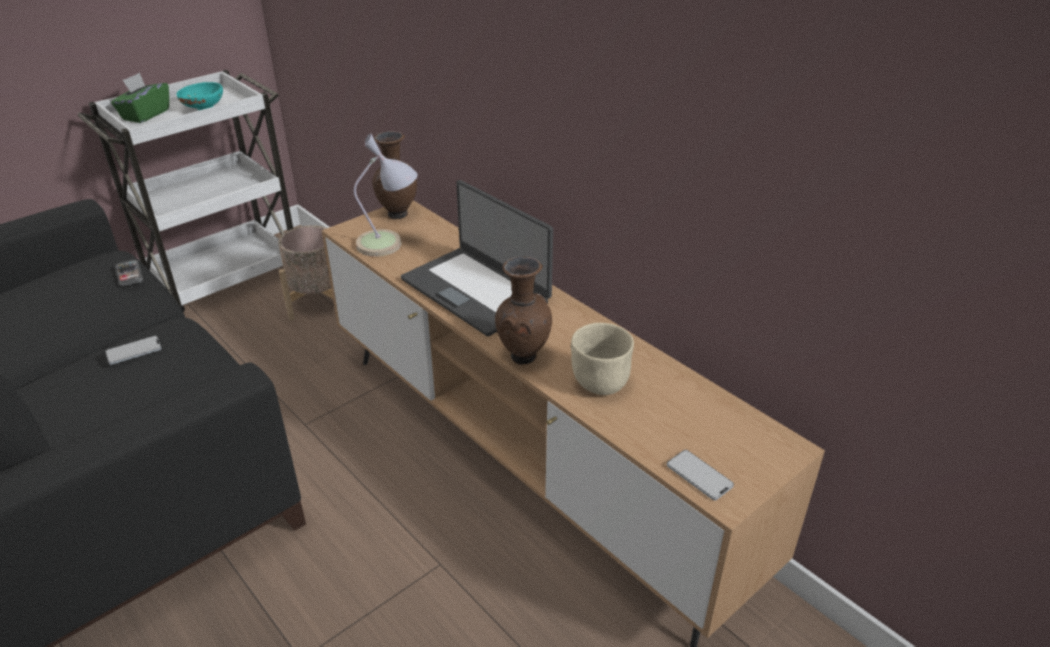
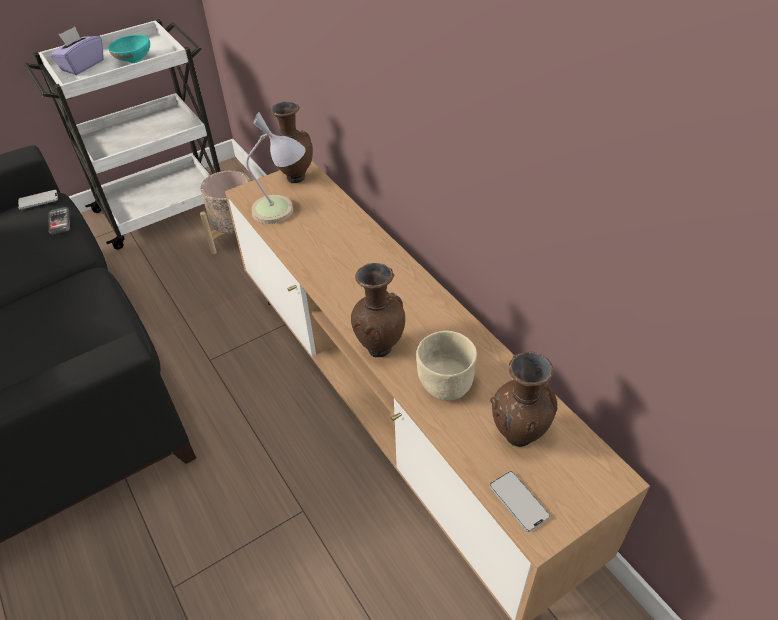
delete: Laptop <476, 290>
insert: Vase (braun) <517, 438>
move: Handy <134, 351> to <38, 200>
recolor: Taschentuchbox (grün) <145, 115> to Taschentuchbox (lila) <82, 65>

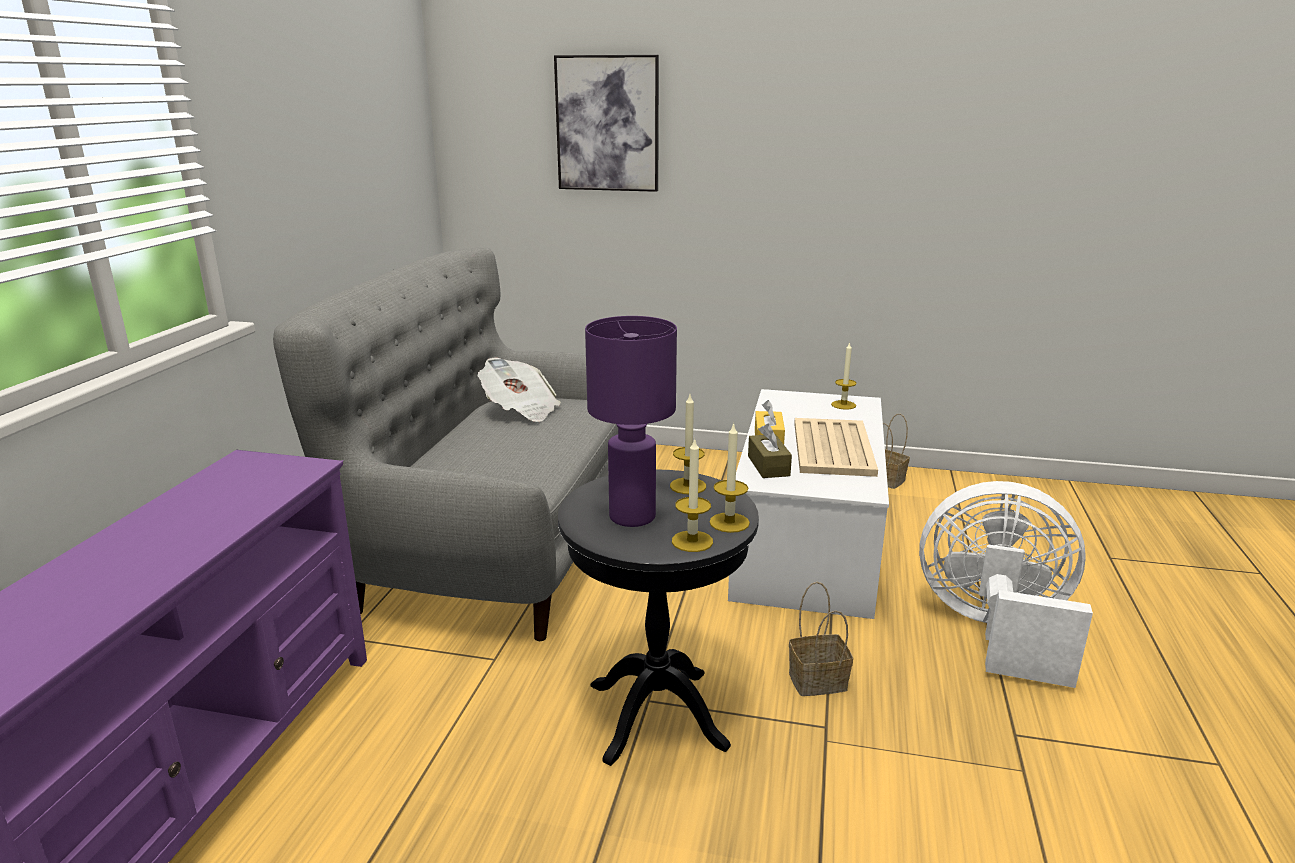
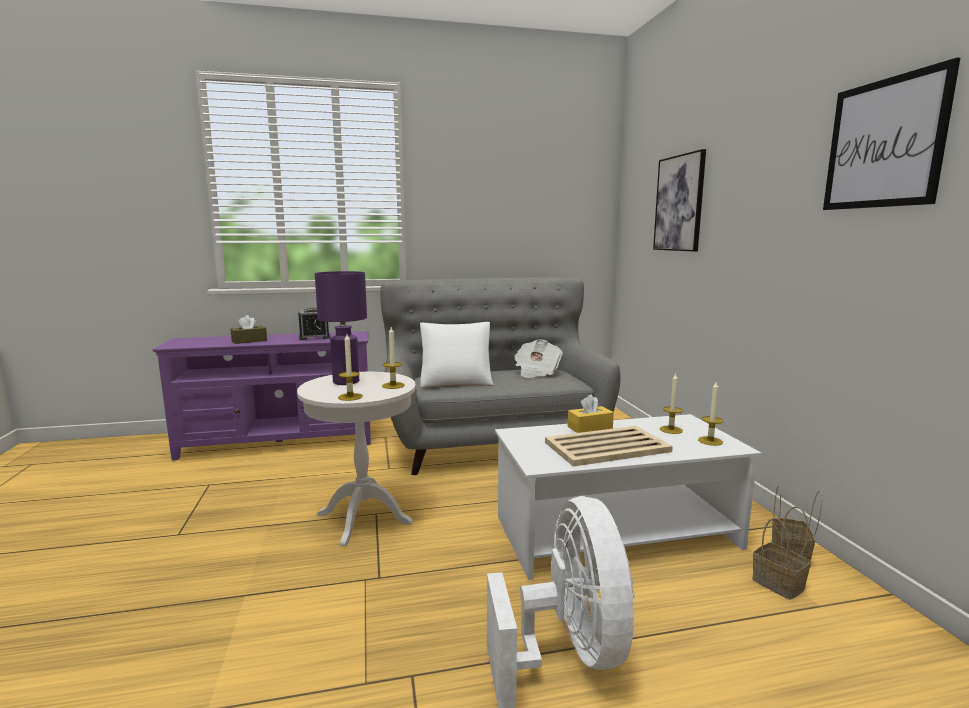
insert: Wecker <314, 337>; Kissen (weiß) <456, 381>; Bild <884, 144>
move: Kerze <692, 541> to <671, 430>; Taschentuchbox (braun) <768, 466> to <249, 341>; Korb <819, 680> to <780, 584>
recolor: Beistelltisch (schwarz) <657, 715> to Beistelltisch (weiß) <364, 518>

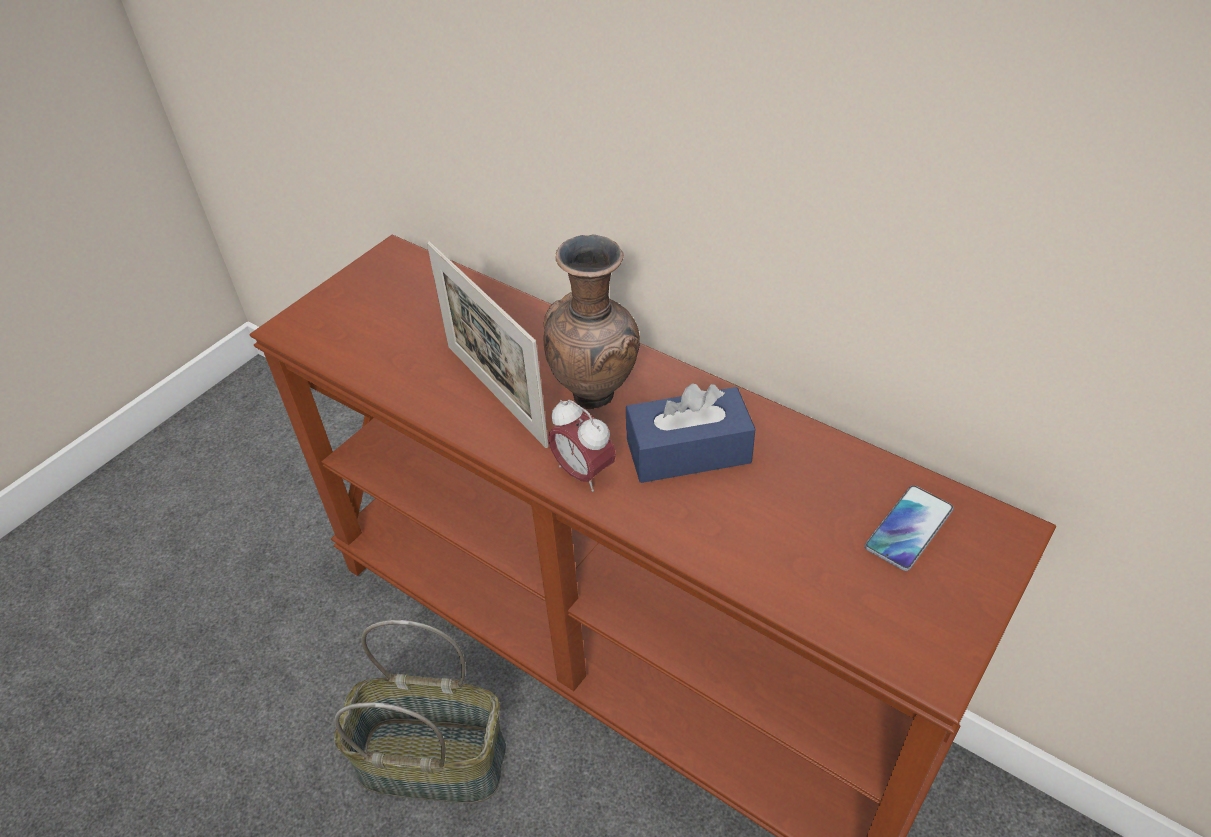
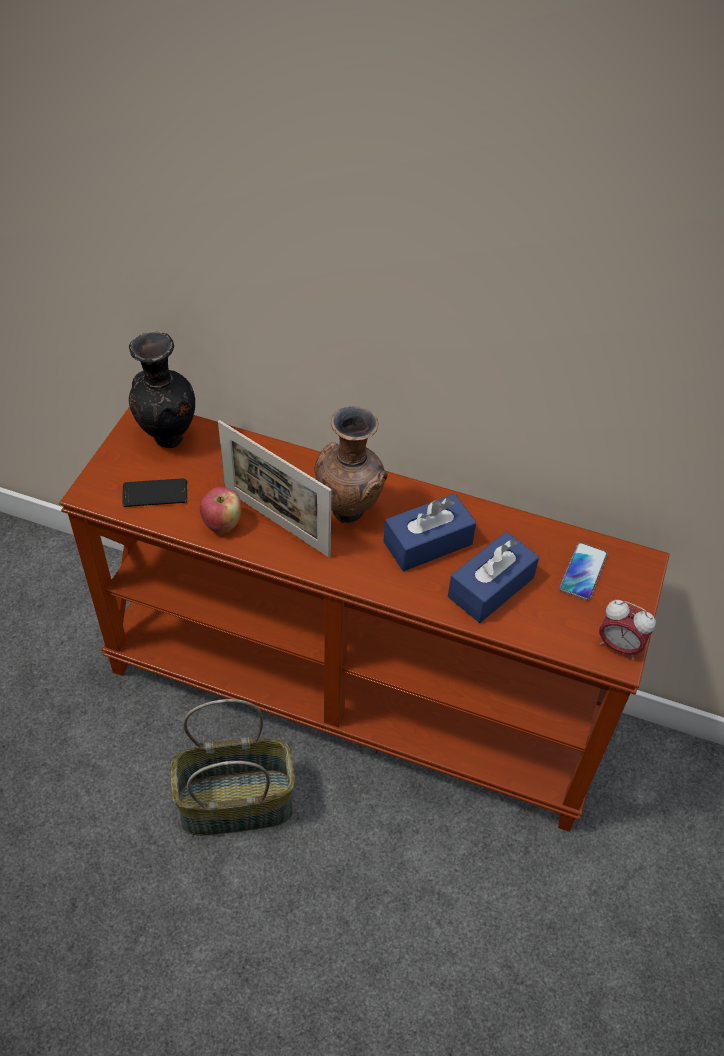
insert: Handy <155, 493>; Vase (schwarz) <166, 438>; Apfel <222, 524>; Taschentuchbox (blau) <490, 587>
move: Wecker <583, 473> to <618, 646>

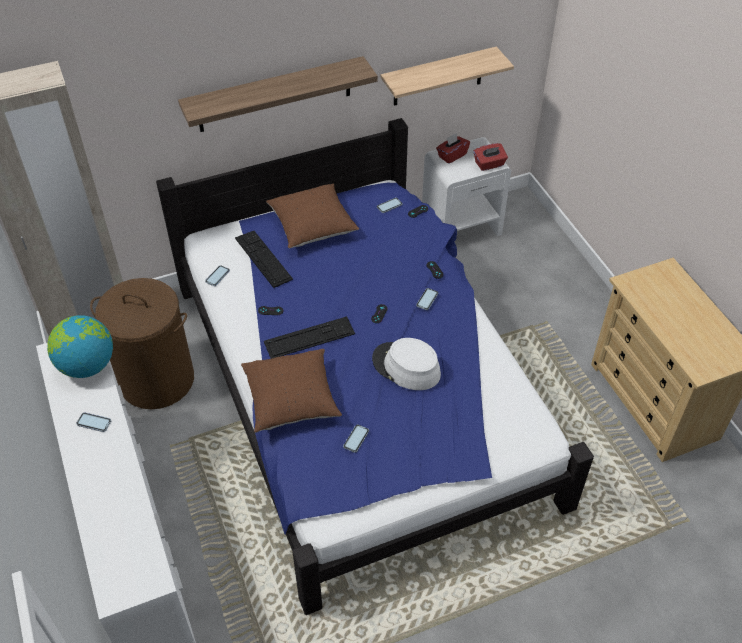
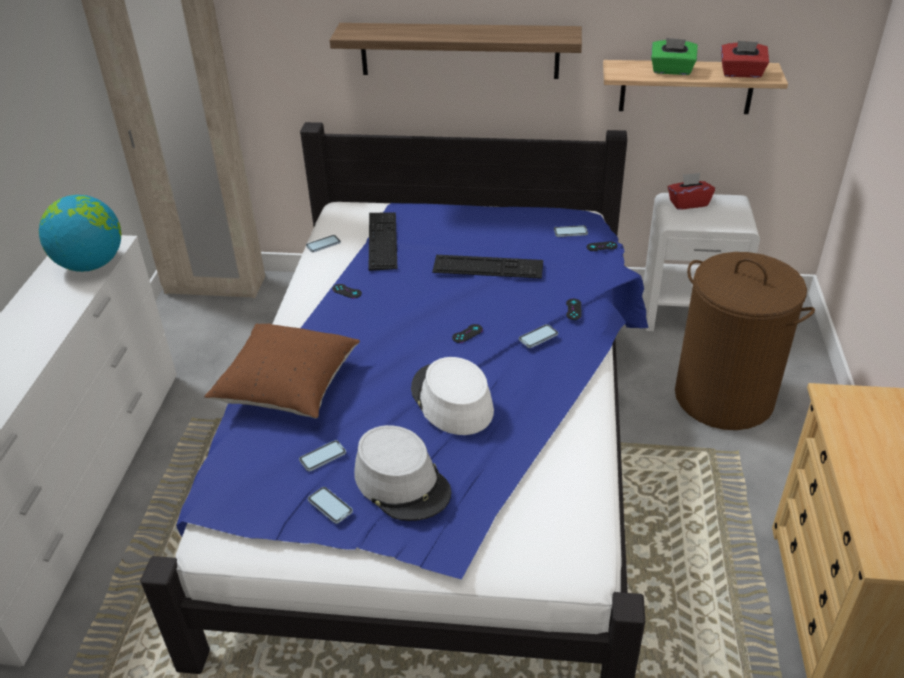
delete: Kissen (braun) <312, 227>
insert: Hut (grau) <402, 483>; Taschentuchbox (grün) <671, 70>
move: Handy <94, 423> to <330, 506>; Wäschekorb (braun) <157, 380> to <724, 397>; Tastatur <309, 338> to <488, 267>; Taschentuchbox (rot) <489, 164> to <741, 73>

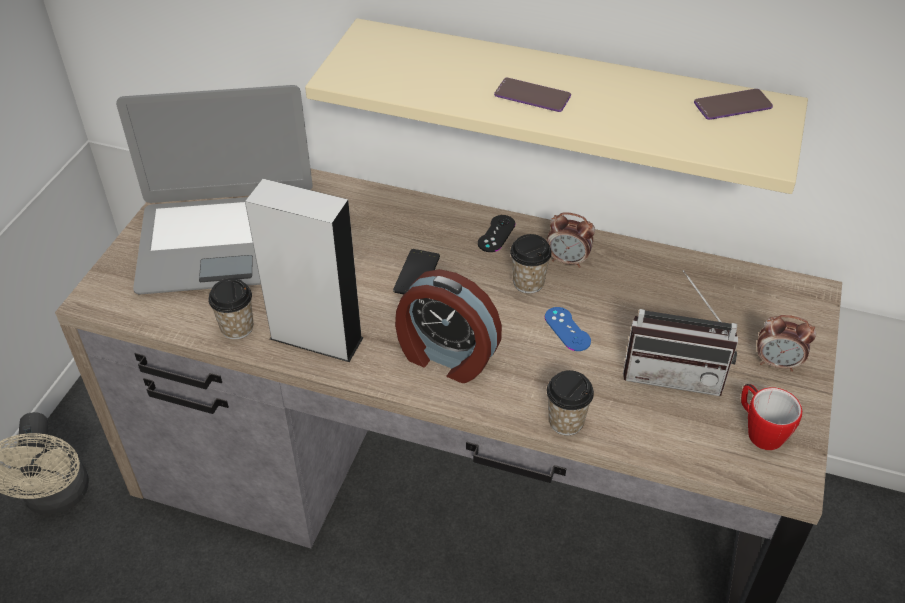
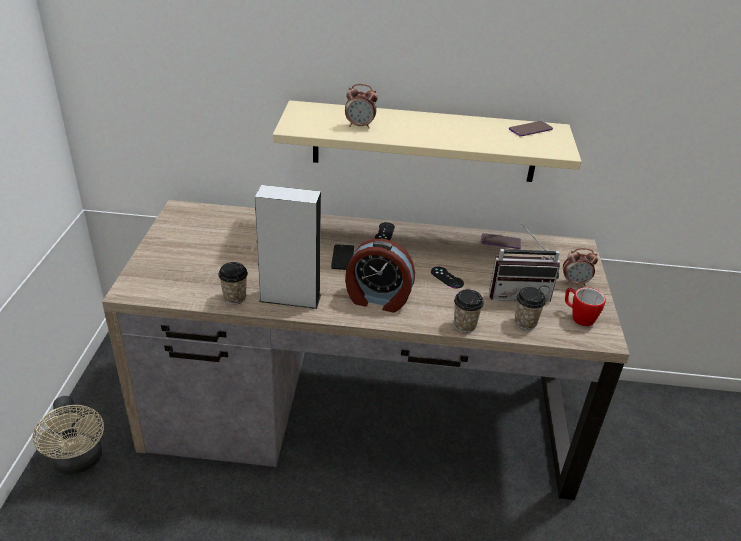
delete: Laptop <229, 242>
move: Handy <532, 96> to <500, 242>; Tasse <528, 282> to <525, 322>; Wecker <568, 260> to <360, 126>
recolor: Gamepad (blau) <567, 329> to Gamepad (schwarz) <447, 277>

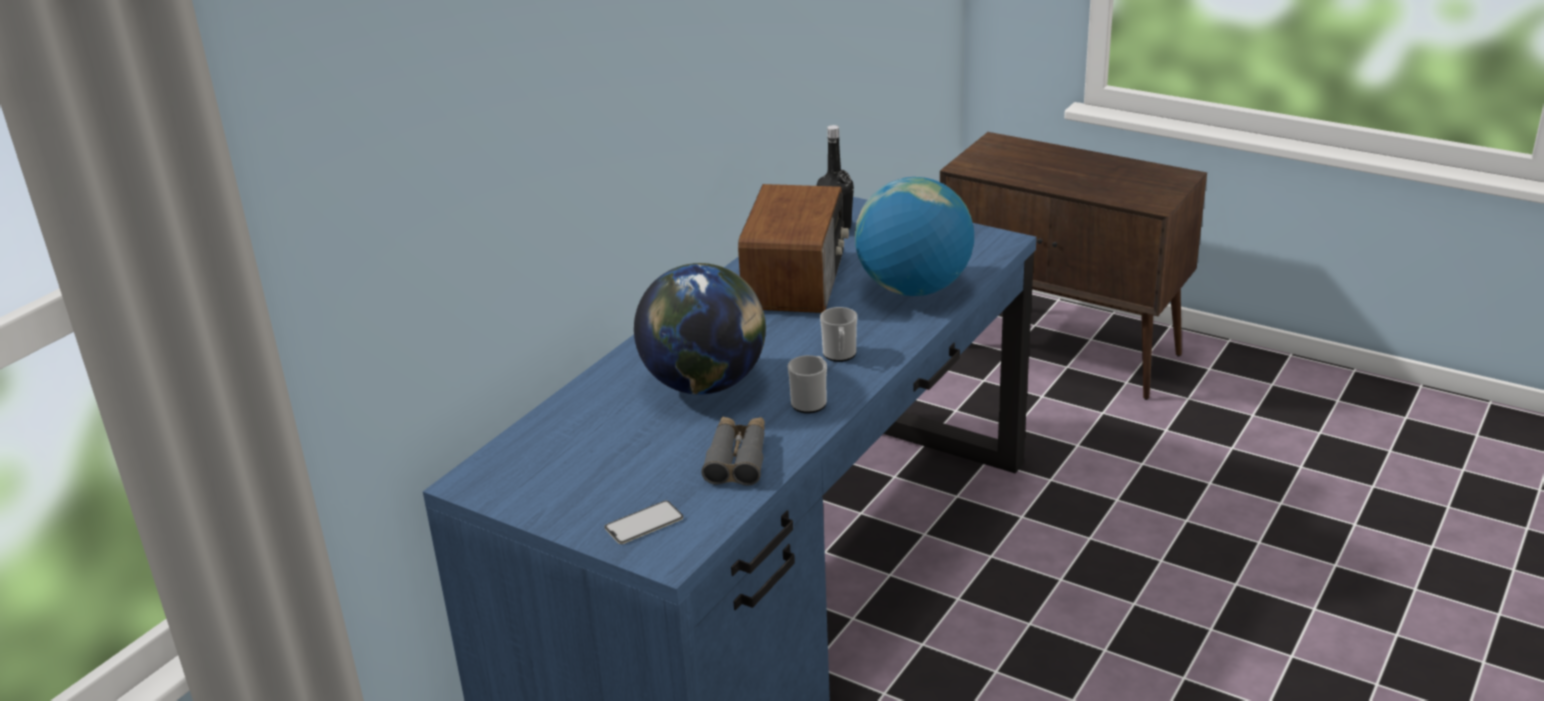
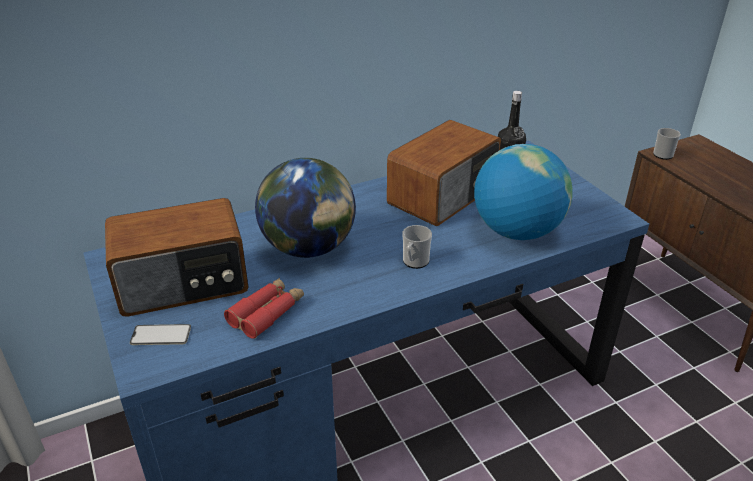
insert: Radio <183, 283>
move: Henkelbecher <810, 401> to <664, 154>
recolor: Fernglas (grau) <737, 458> to Fernglas (rot) <267, 313>

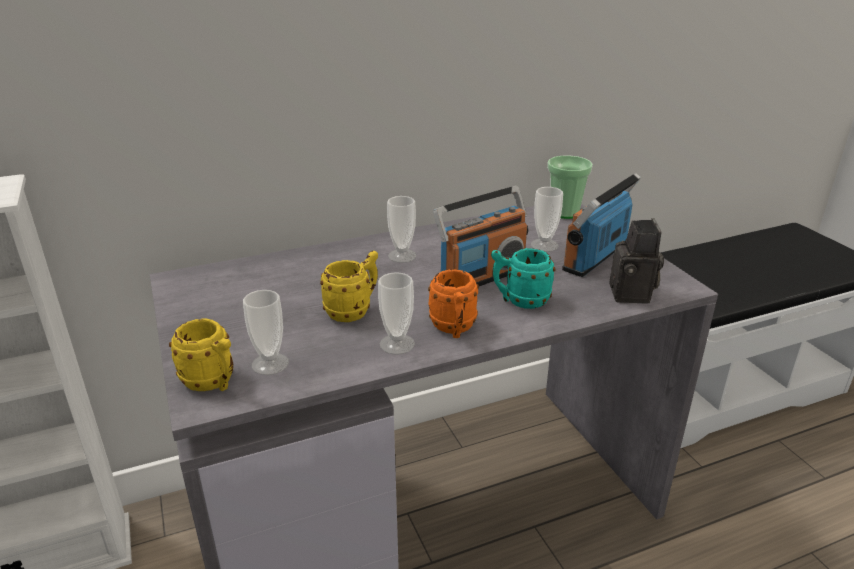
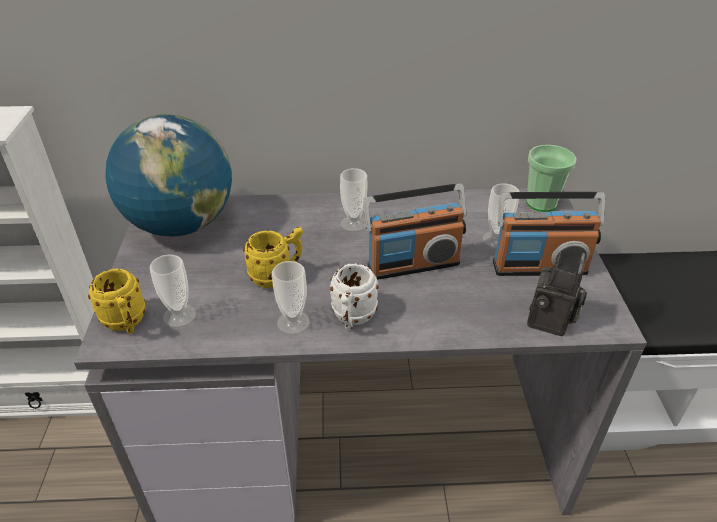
delete: Henkelbecher (türkis) <519, 300>
insert: Globus <181, 224>
recolor: Henkelbecher (orange) <454, 329> to Henkelbecher (weiß) <352, 319>
rotate: Radio <595, 258> = <539, 267> 150 degrees counterclockwise

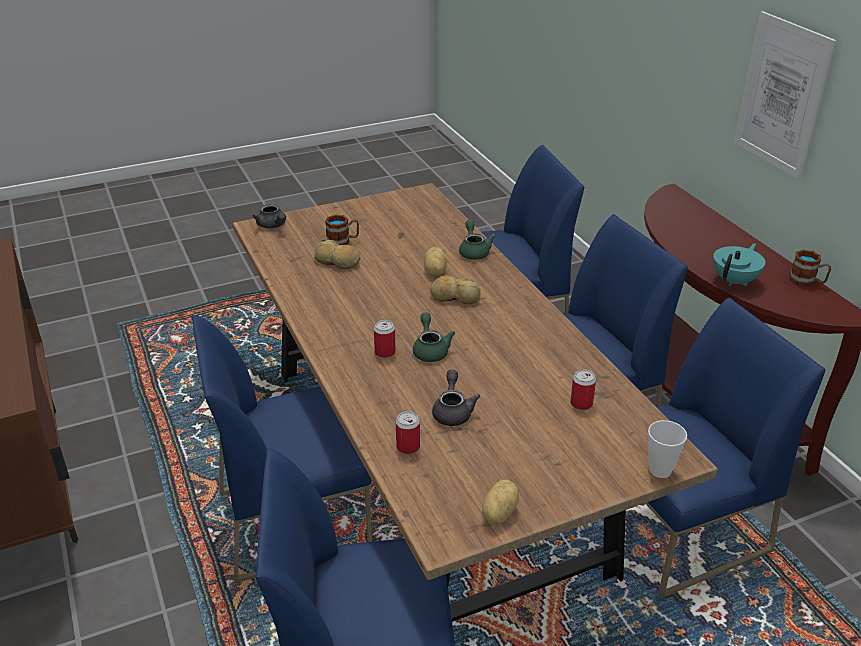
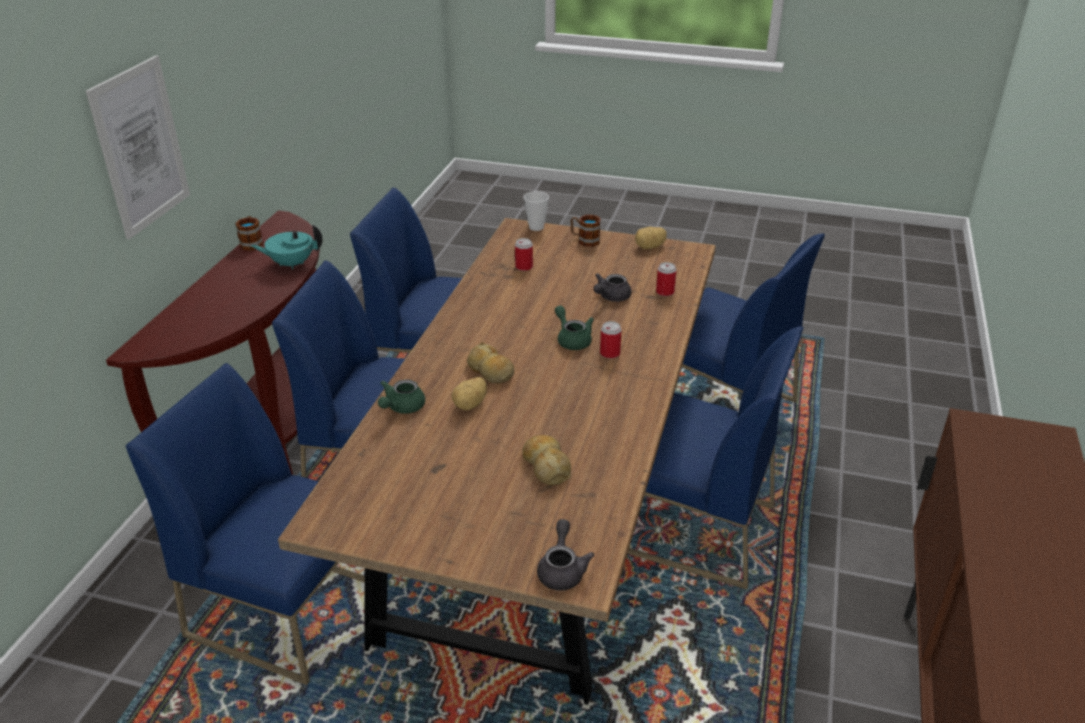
move: Henkelbecher <343, 241> to <584, 240>
rotate: Teekanne (grün) <430, 350> = <572, 339> 120 degrees clockwise

